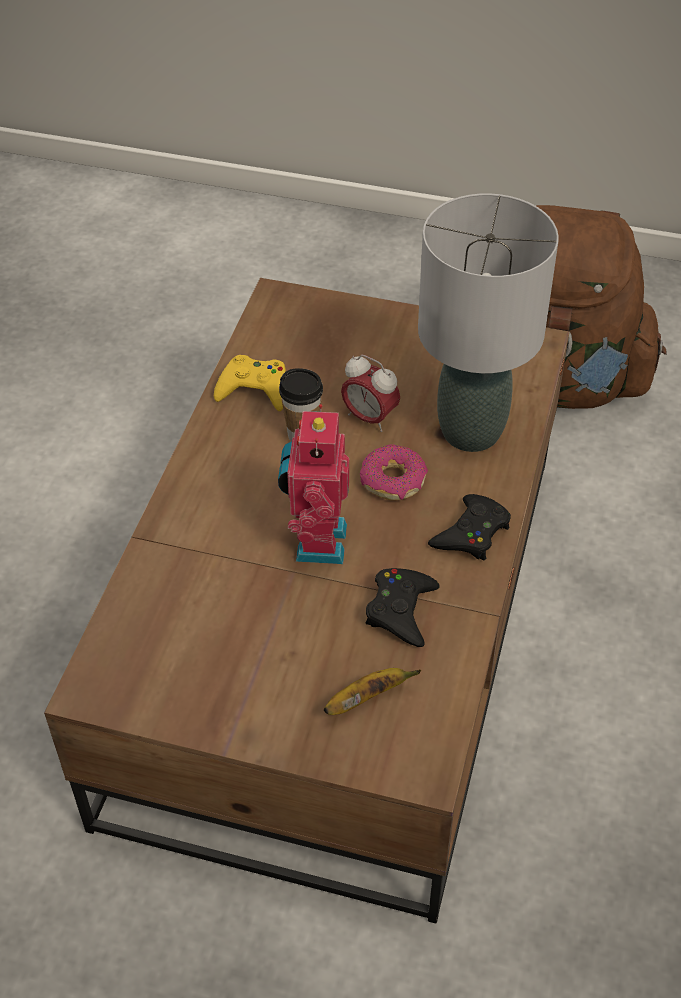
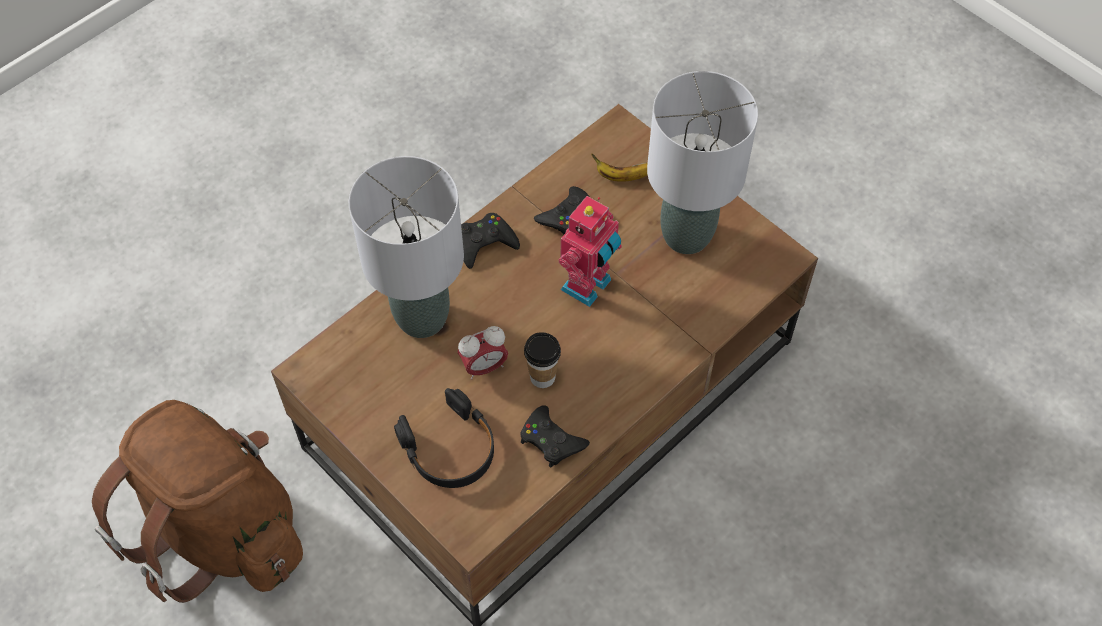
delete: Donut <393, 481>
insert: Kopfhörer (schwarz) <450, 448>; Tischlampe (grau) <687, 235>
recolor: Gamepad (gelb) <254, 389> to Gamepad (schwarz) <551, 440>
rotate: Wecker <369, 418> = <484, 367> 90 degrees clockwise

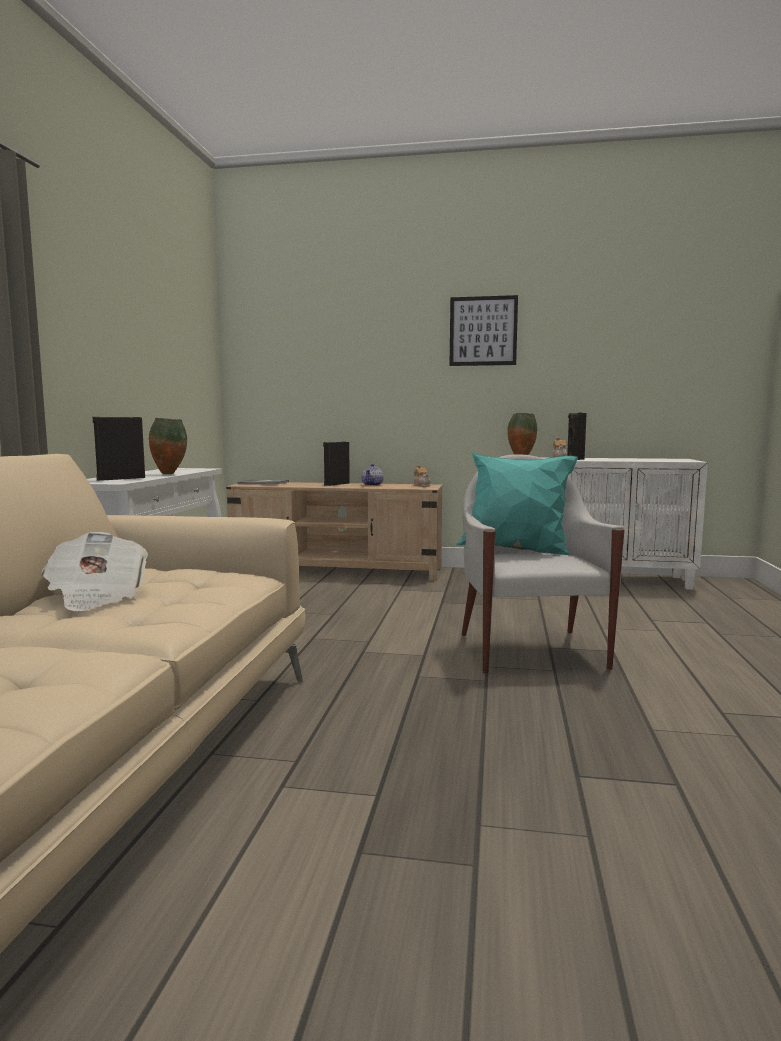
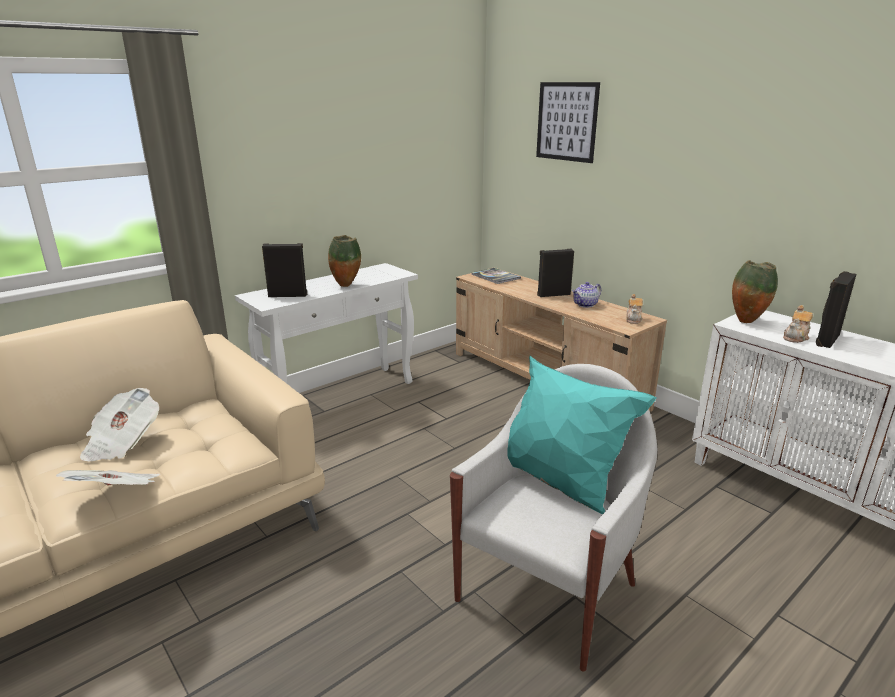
insert: Zeitung <118, 495>
move: Bild <483, 331> to <566, 121>

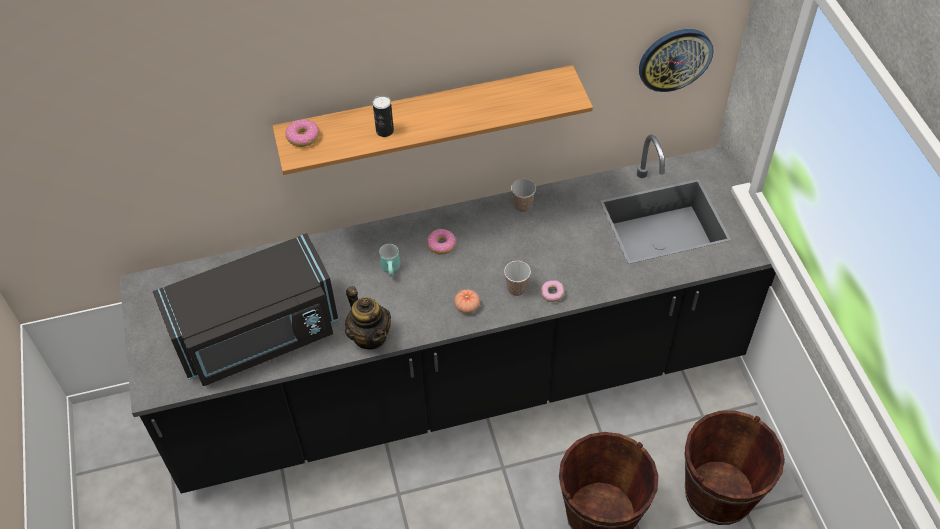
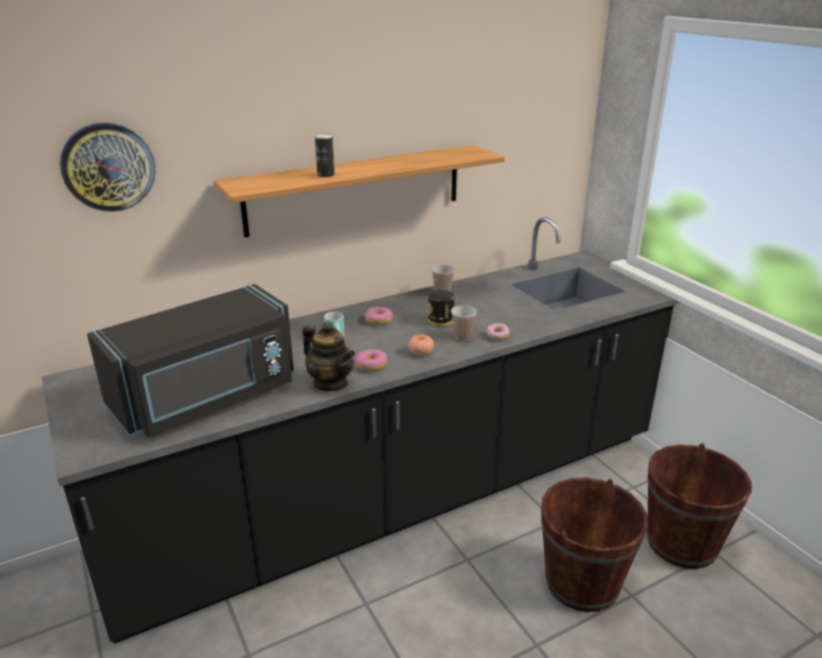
insert: Dose <440, 321>
move: Donut <303, 137> to <371, 365>; Wanduhr <675, 59> to <108, 167>

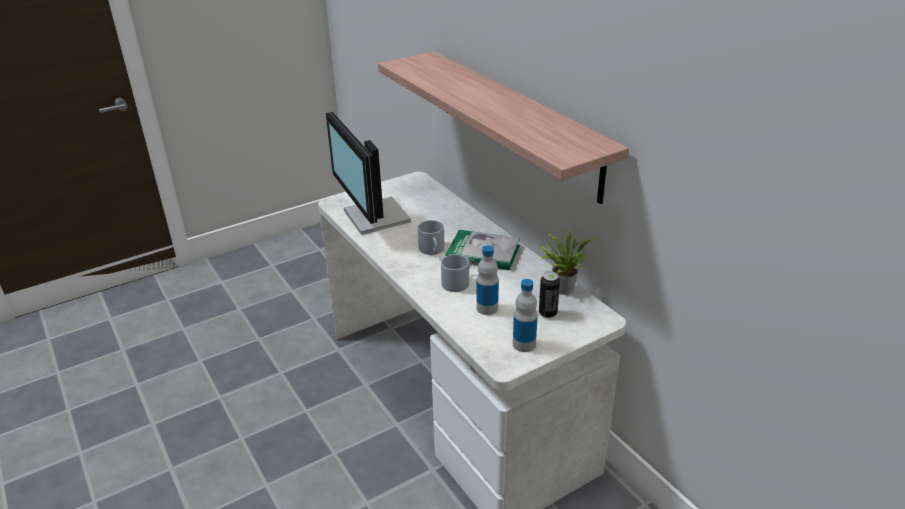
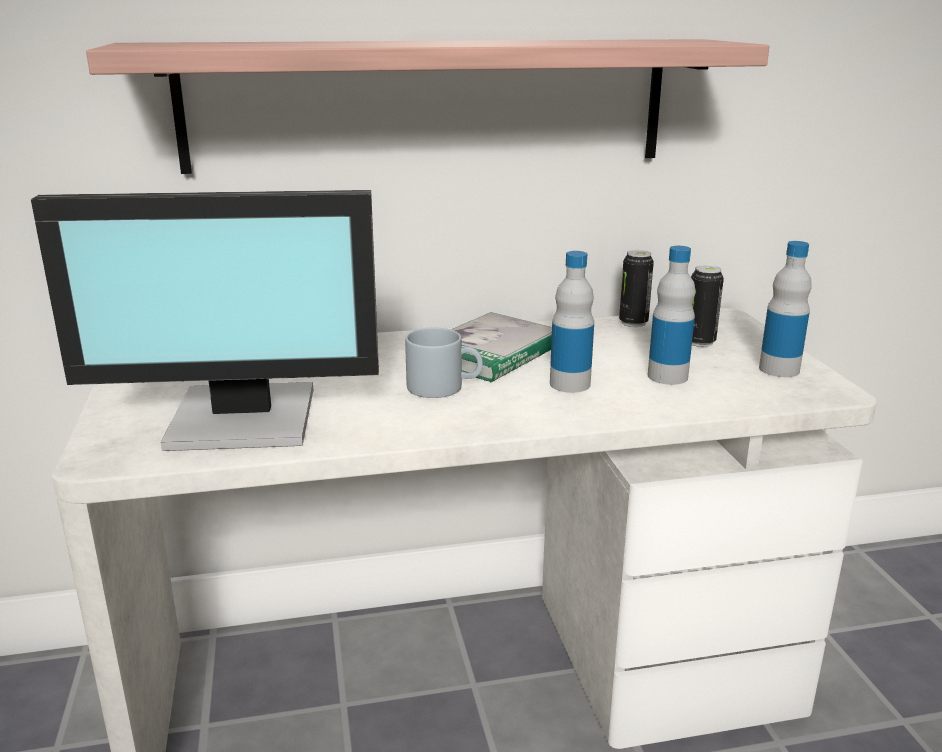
replace: Henkelbecher (grau) <457, 281> to Flasche <570, 384>; Topfpflanze <562, 287> to Dose <633, 323>

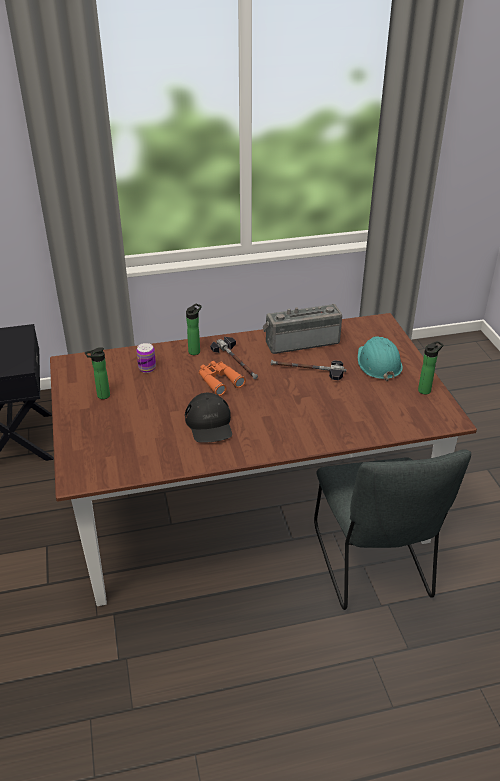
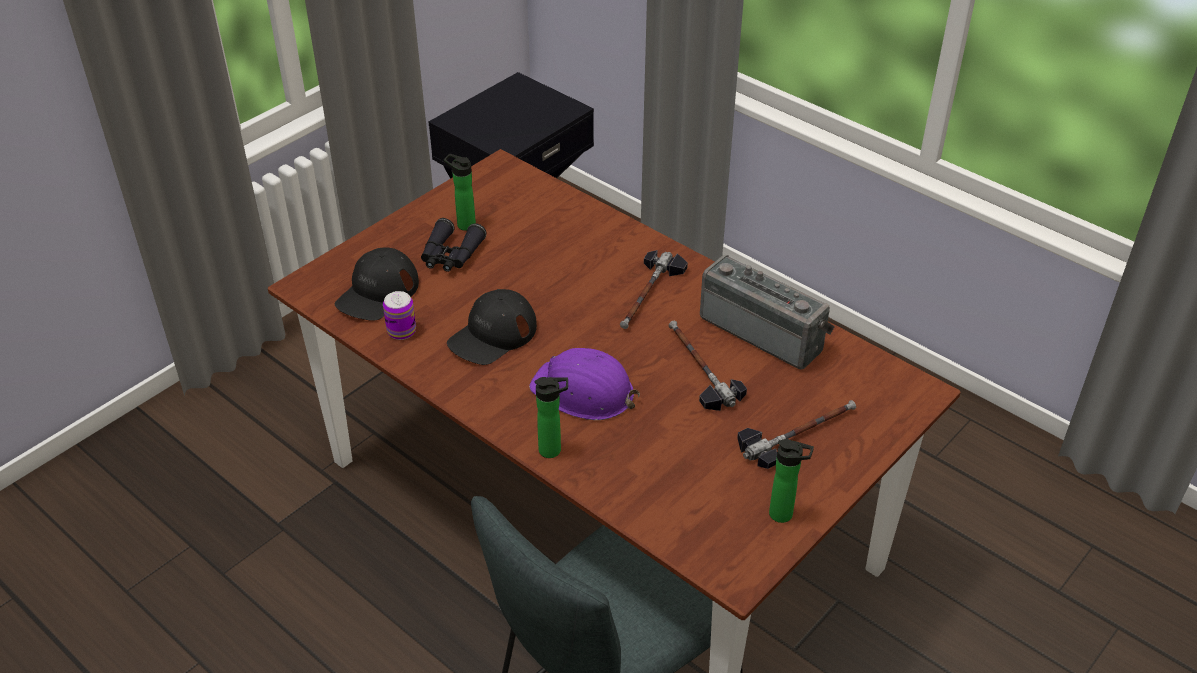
delete: Fernglas (orange) <219, 381>
insert: Kappe (schwarz) <377, 292>; Fernglas (schwarz) <450, 255>; Schutzhelm (lila) <584, 392>
move: Dose <147, 368> to <401, 331>; Flasche <195, 351> to <553, 450>
replace: Schutzhelm (türkis) <378, 363> to Hammer <798, 433>

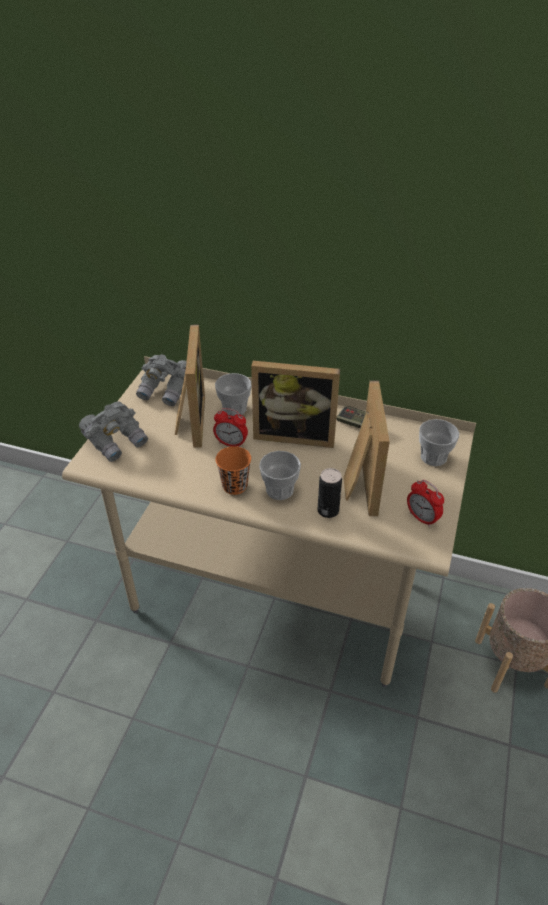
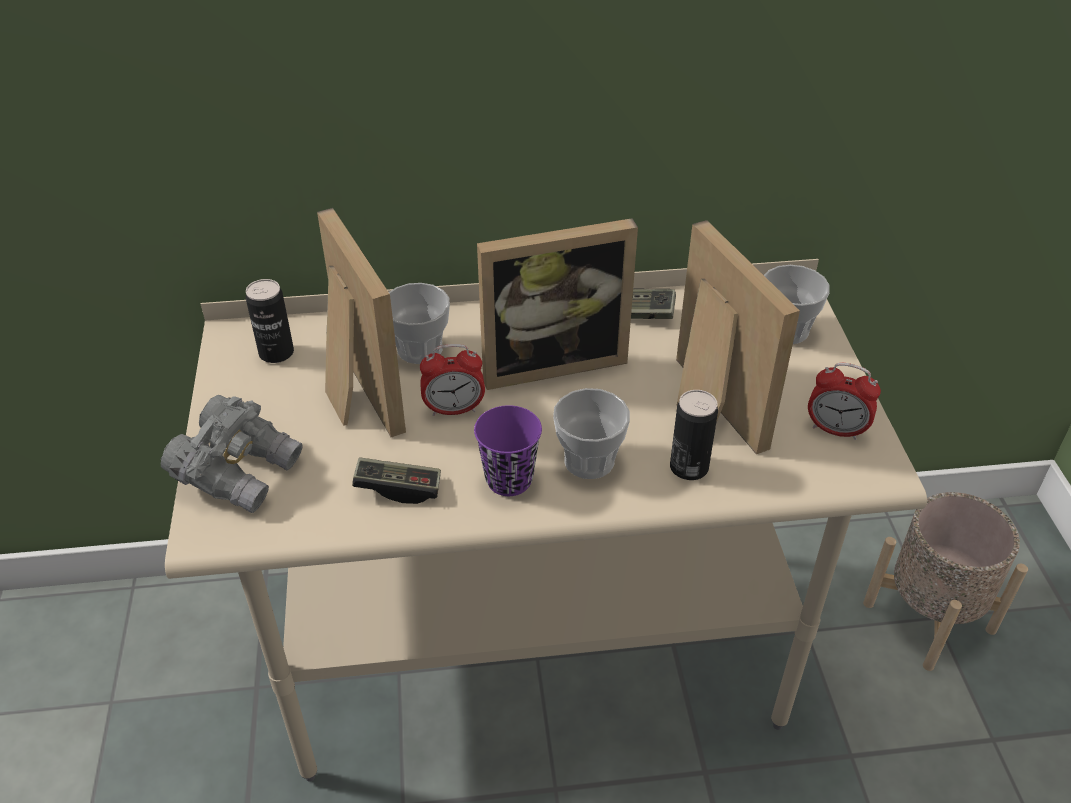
insert: Gamepad <398, 488>
replace: Fernglas (grau) <167, 390> to Dose <276, 353>
recolor: Tasse (orange) <234, 486> to Tasse (lila) <509, 480>

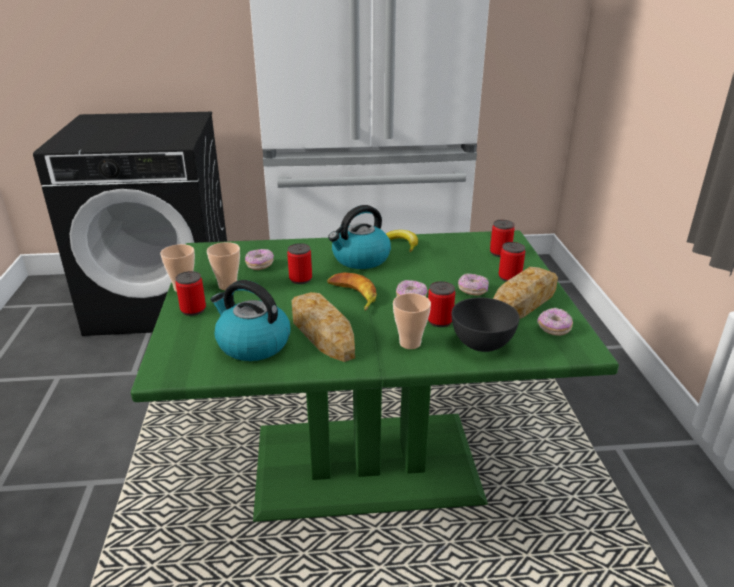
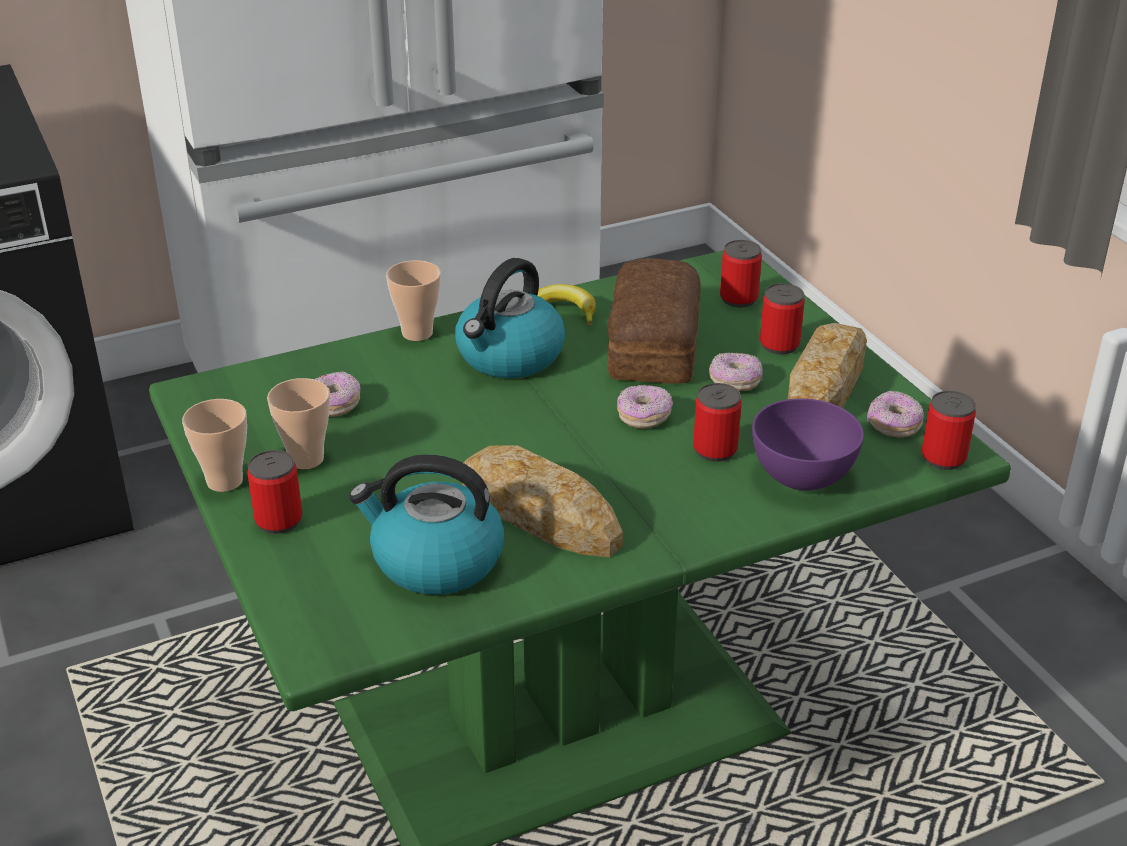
delete: Banane <352, 295>
insert: Brot <651, 345>
move: Dose <300, 279> to <943, 458>; Tasse <410, 343> to <417, 333>
recolor: Schüssel (grau) <482, 343> to Schüssel (lila) <802, 476>

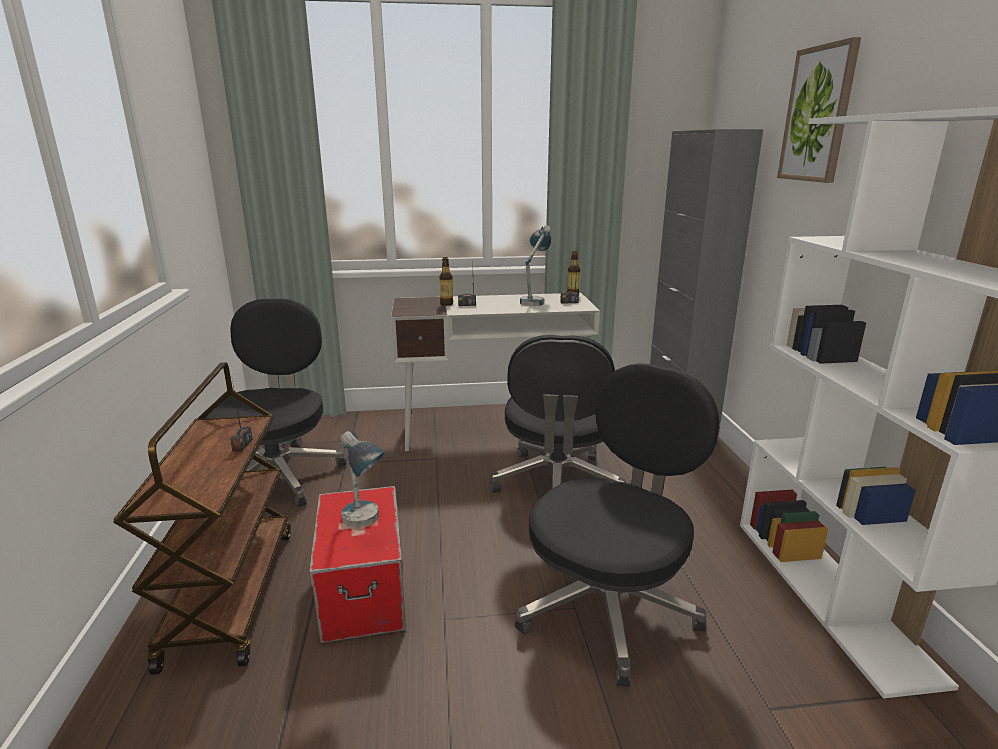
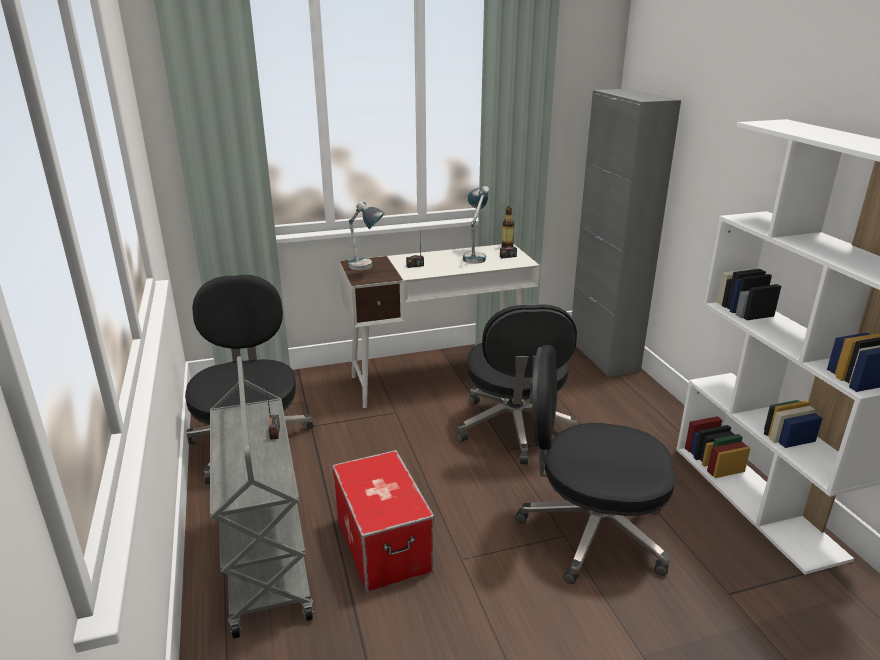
delete: Flasche <446, 304>; Bild <818, 114>
move: Tischlampe <365, 525> to <366, 269>
recolor: Rollwagen (braun) <230, 593> to Rollwagen (grau) <265, 561>
rotate: Bürostuhl (schwarz) <609, 606> = <590, 531> 105 degrees counterclockwise

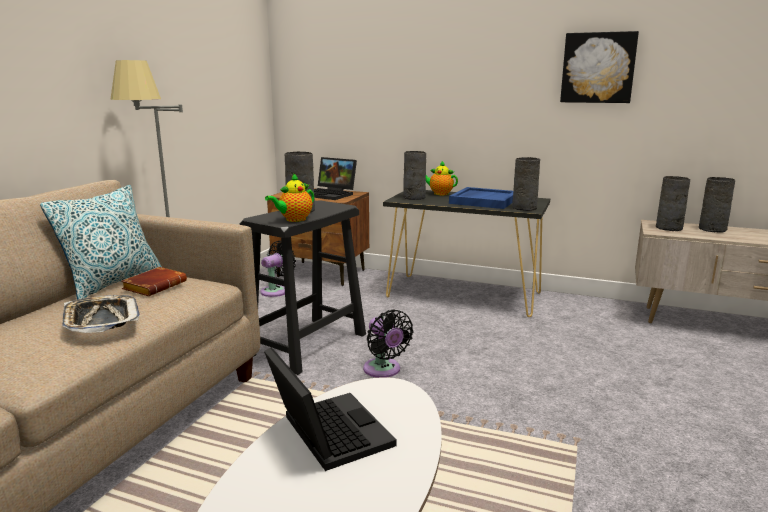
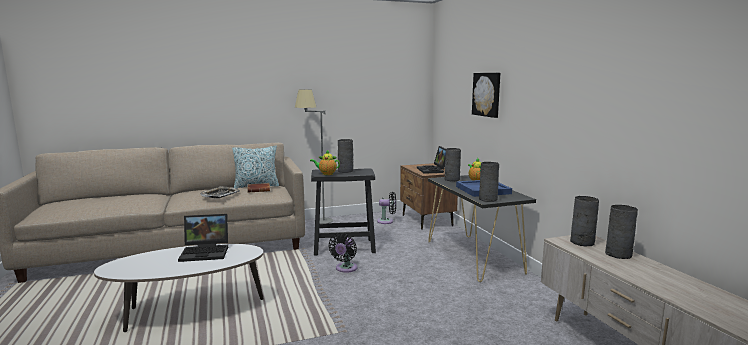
move: Bild <598, 68> to <487, 94>
rotate: Laptop <326, 433> = <206, 252> 60 degrees clockwise

